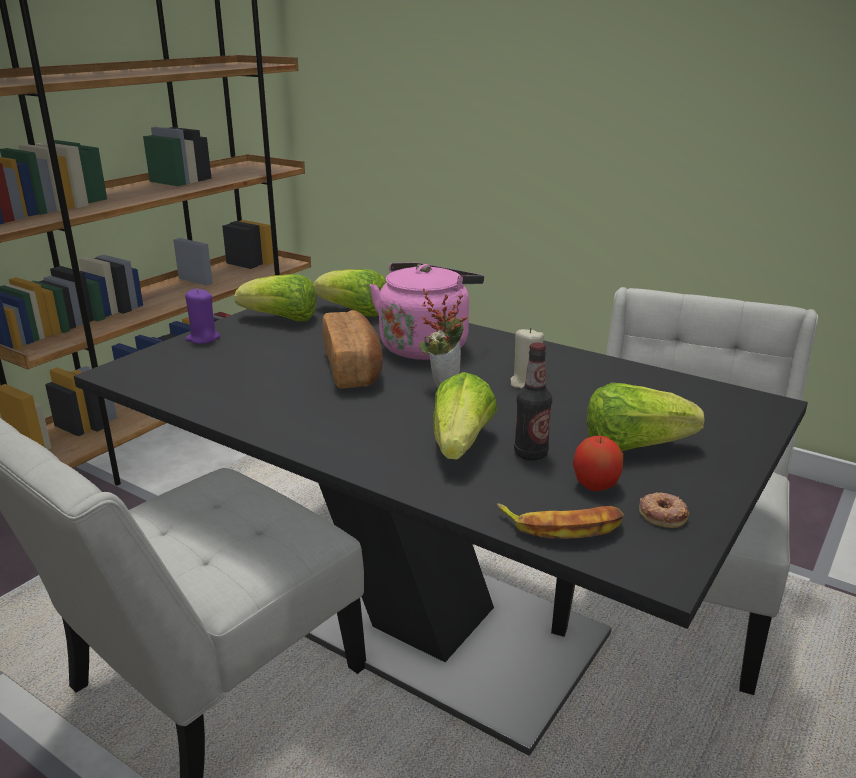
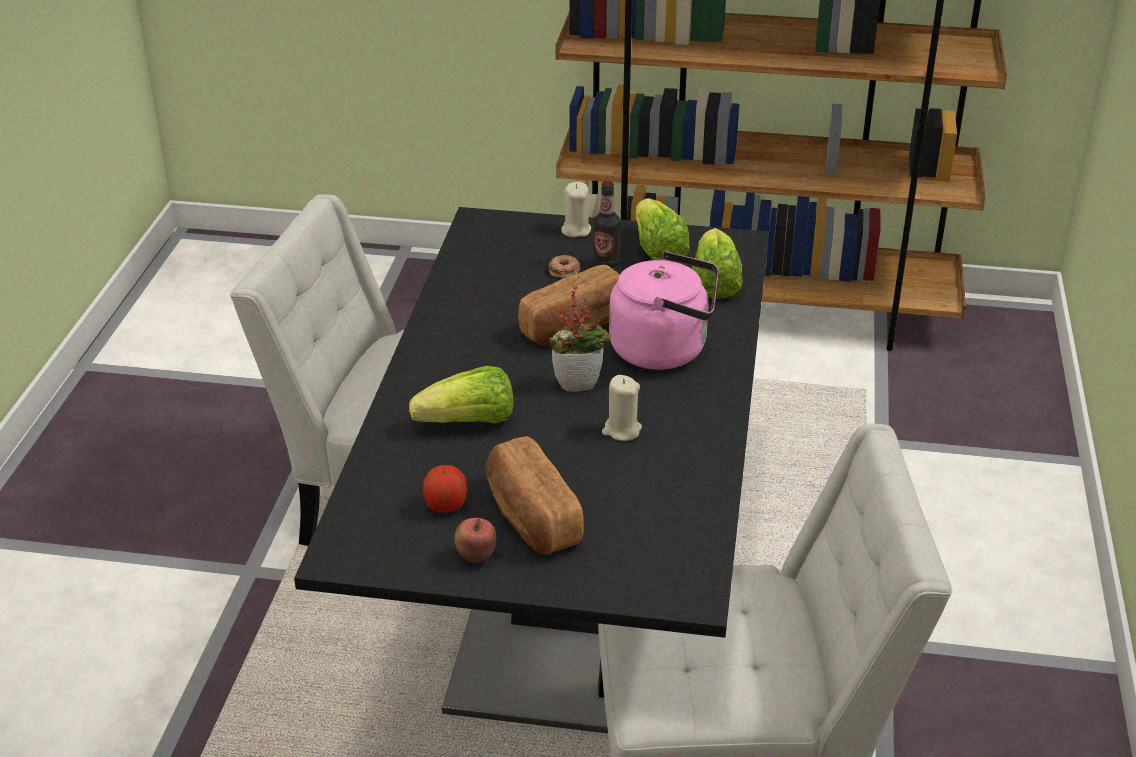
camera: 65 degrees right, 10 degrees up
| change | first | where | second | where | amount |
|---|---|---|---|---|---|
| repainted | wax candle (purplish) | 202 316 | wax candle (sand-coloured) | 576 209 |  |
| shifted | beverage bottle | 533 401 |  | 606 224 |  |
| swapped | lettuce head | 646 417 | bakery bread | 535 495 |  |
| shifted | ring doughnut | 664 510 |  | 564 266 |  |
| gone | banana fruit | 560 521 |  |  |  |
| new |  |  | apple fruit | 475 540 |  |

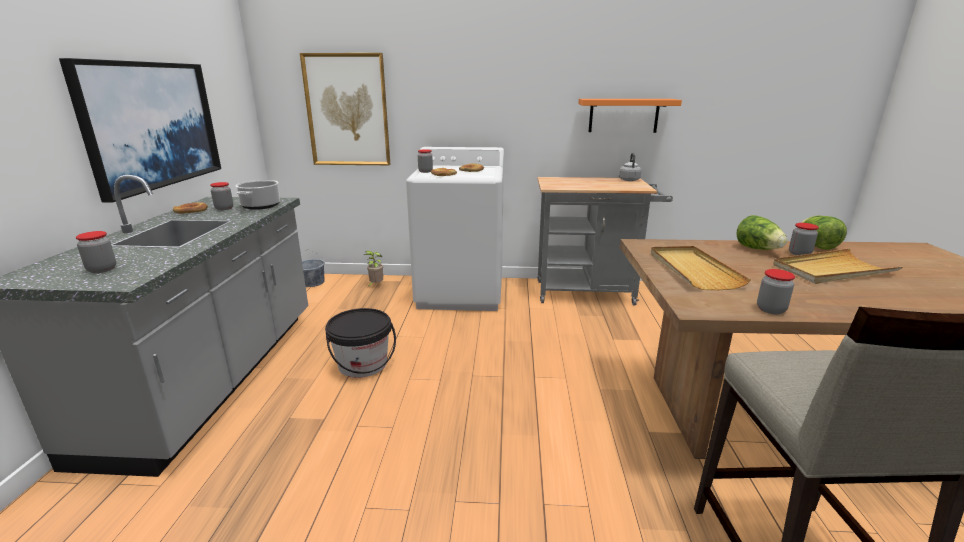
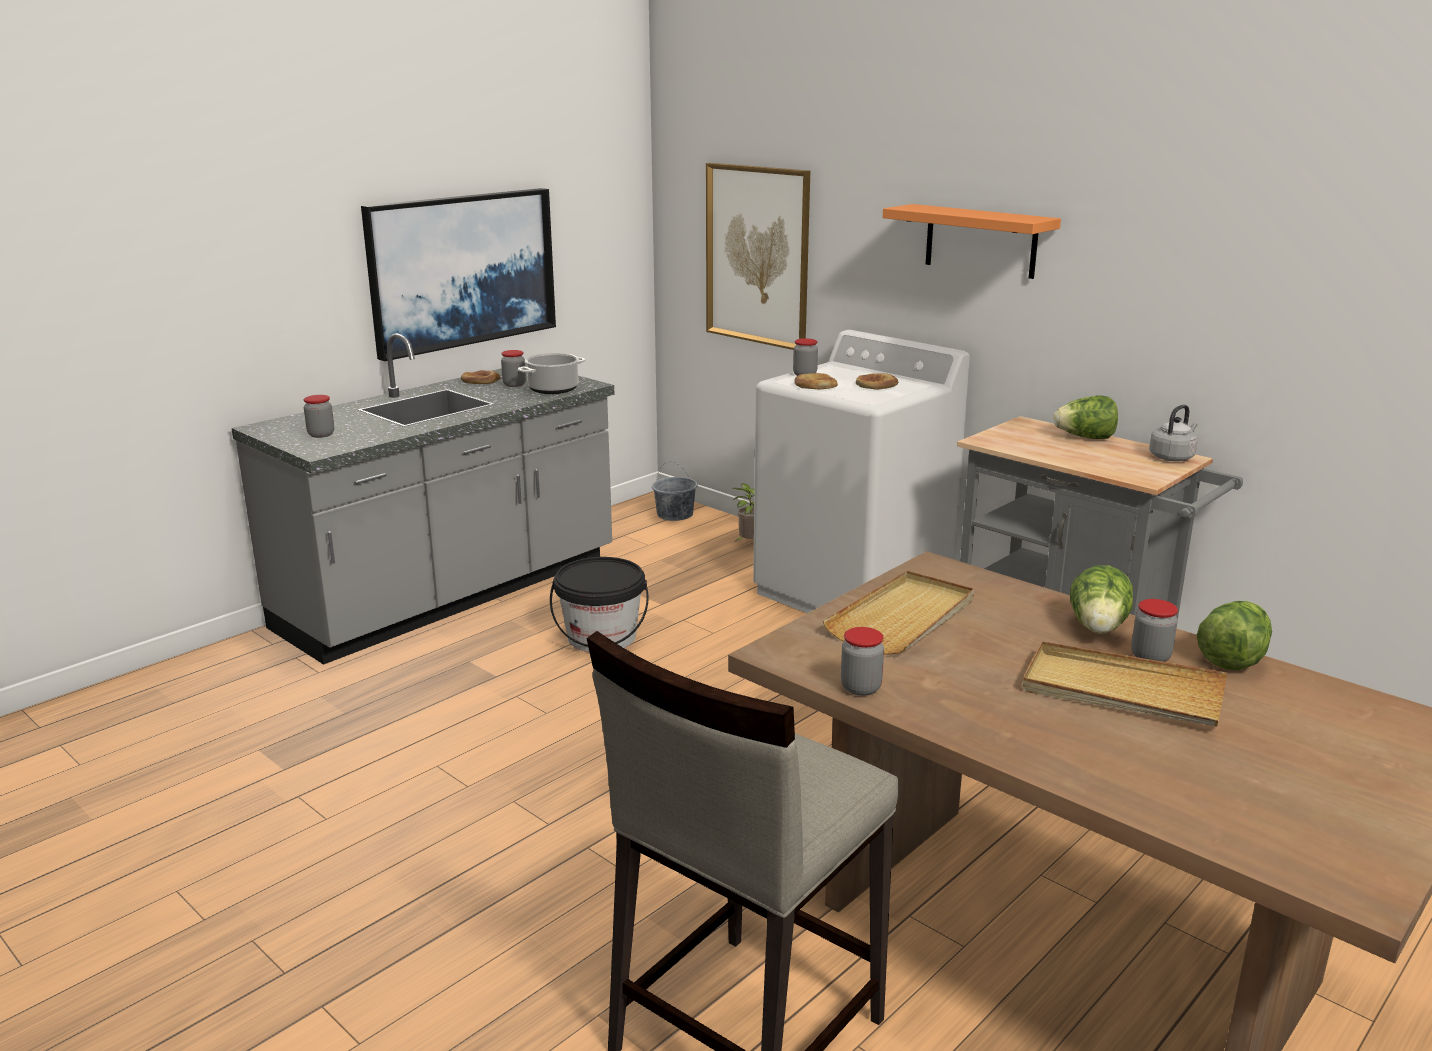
camera: 40 degrees right, 0 degrees up
| change | first | where | second | where | amount |
|---|---|---|---|---|---|
| shifted | shelf (orange-coloured) | 630 116 |  | 972 241 |  |
| new |  |  | lettuce head | 1085 417 |  |

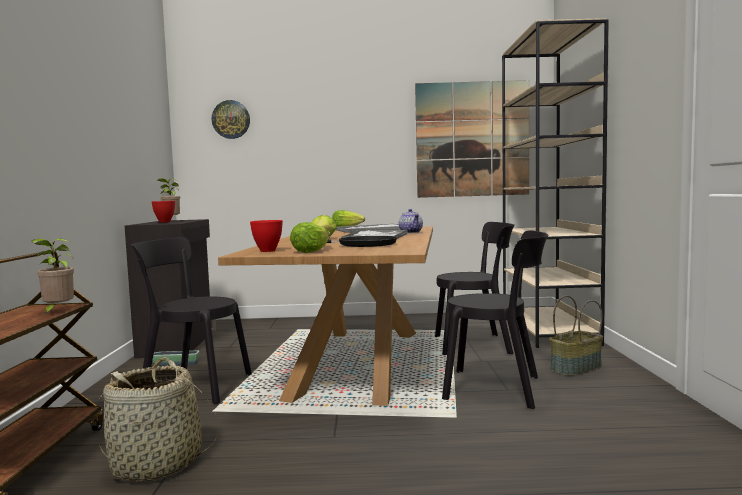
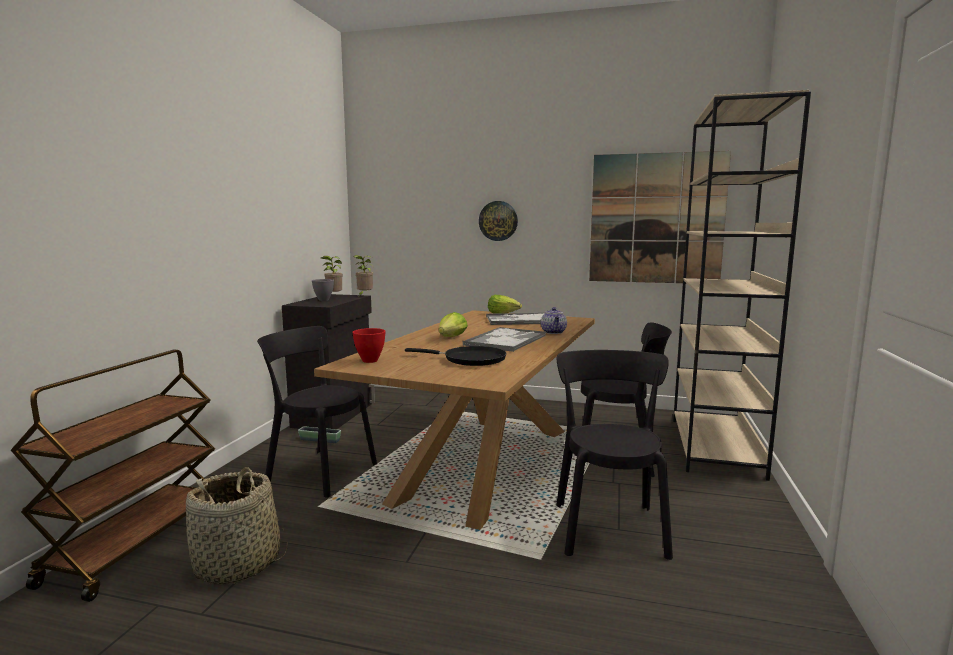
camera: 15 degrees right, 5 degrees up
| change | first | where | second | where | amount |
|---|---|---|---|---|---|
| shifted | hanging clock | 231 119 |  | 498 221 |  |
| repainted | serving bowl (reddish) | 163 212 | serving bowl (grey) | 323 290 |  |
| gone | lettuce head | 310 237 |  |  |  |
| rotated | chair (black-coloured) | 495 319 |  | 614 455 | 120 degrees counterclockwise |
| shifted | houseplant | 53 277 |  | 363 275 |  |
| gone | basket | 576 336 |  |  |  |

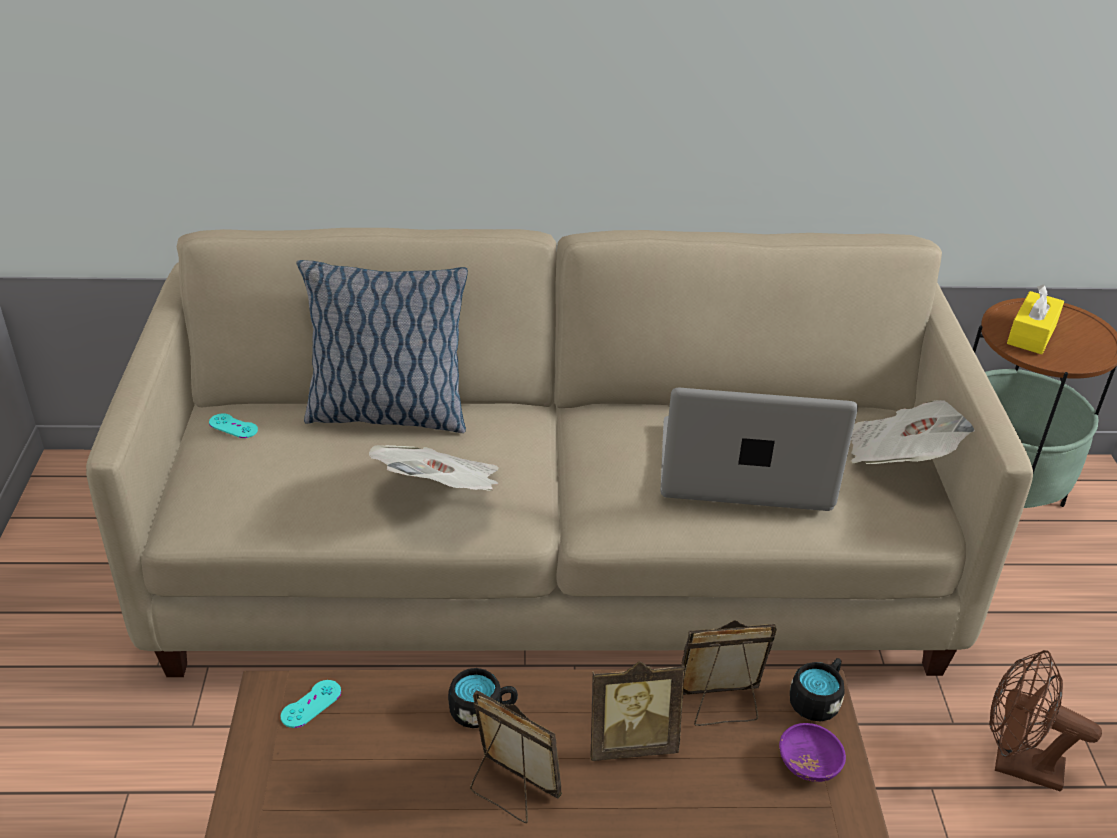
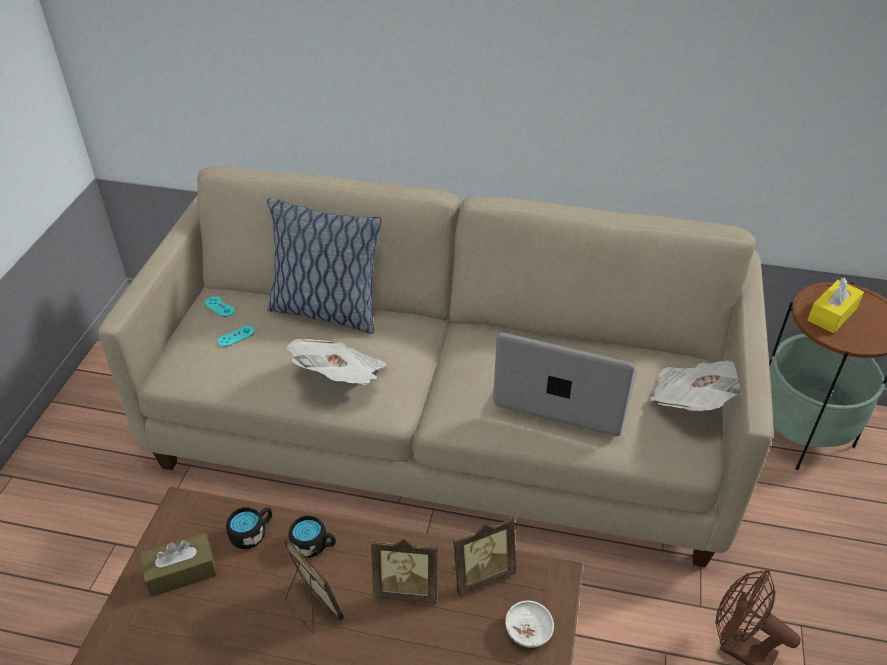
camera: 15 degrees right, 5 degrees up
| change | first | where | second | where | amount |
|---|---|---|---|---|---|
| rotated | standing frame | 729 673 |  | 484 556 | 150 degrees clockwise |
| shifted | mug (black-coloured) | 817 689 |  | 249 528 |  |
| shifted | joypad (blue-green) | 311 704 |  | 236 336 |  |
| repainted | serving bowl (purplish) | 812 752 | serving bowl (white) | 529 624 |  |
| new |  |  | tissue holder (brown) | 178 565 |  |

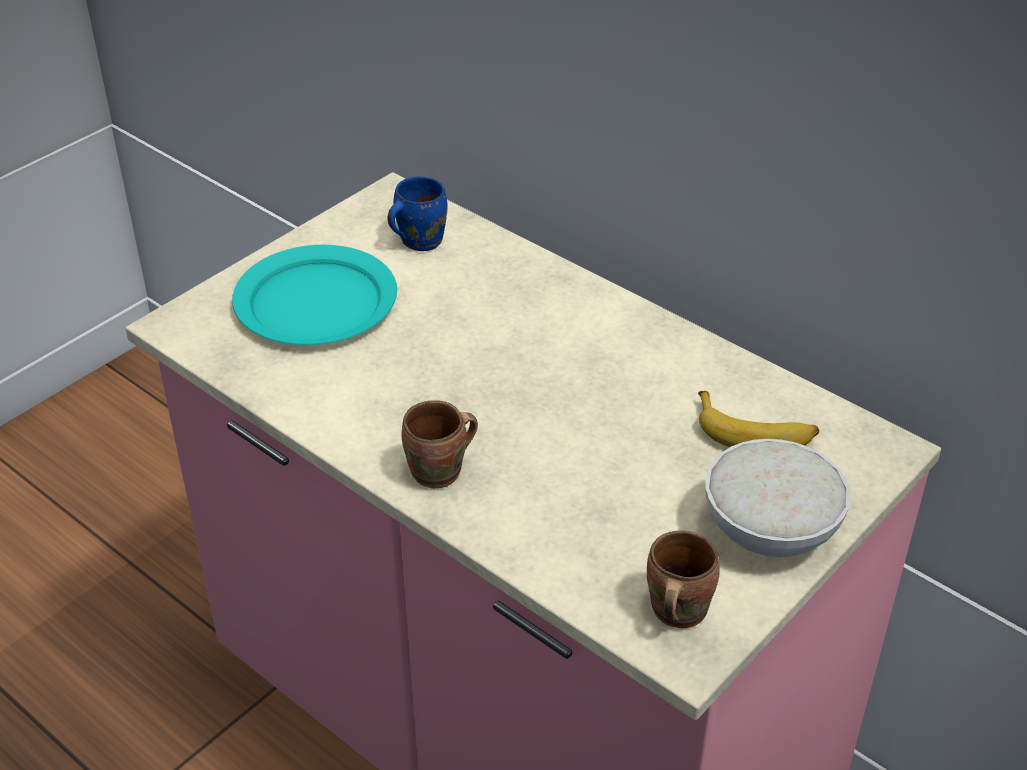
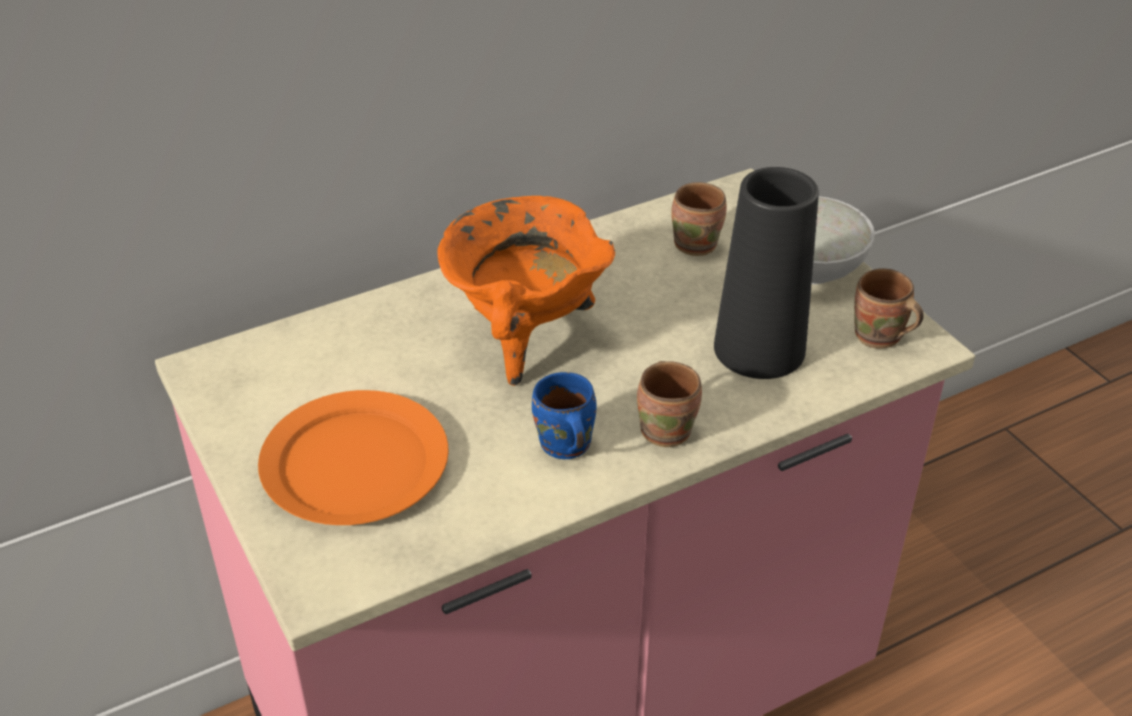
camera: 70 degrees left, 0 degrees up
| change | first | where | second | where | amount |
|---|---|---|---|---|---|
| shifted | mug (blue-coloured) | 417 213 |  | 564 415 |  |
| repainted | plate (blue-green) | 314 295 | plate (orange-coloured) | 353 457 |  |
| swapped | banana fruit | 758 419 | mug (brown) | 699 219 |  |
| new |  |  | flower vase (black-coloured) | 766 273 |  |
| new |  |  | cooking pot (orange-coloured) | 526 291 |  |

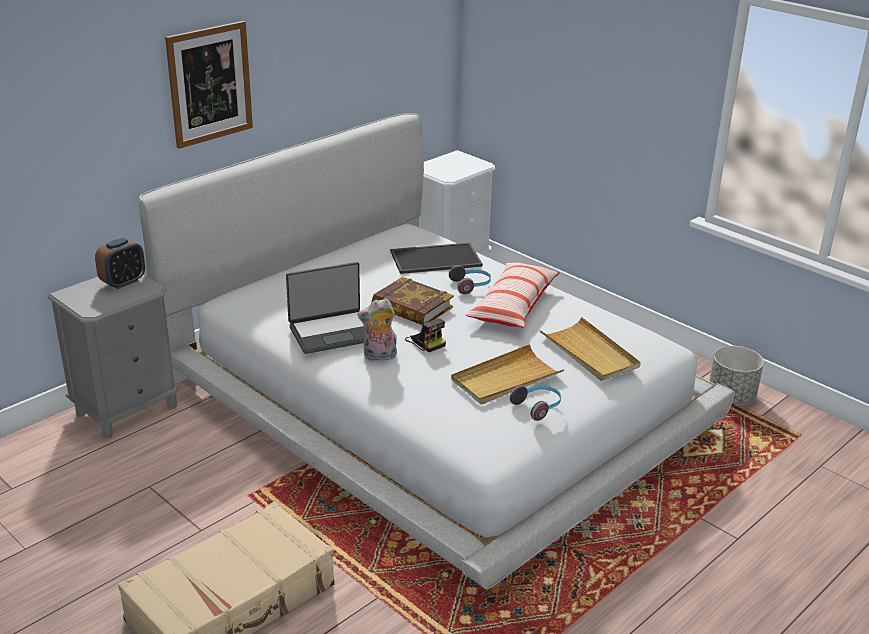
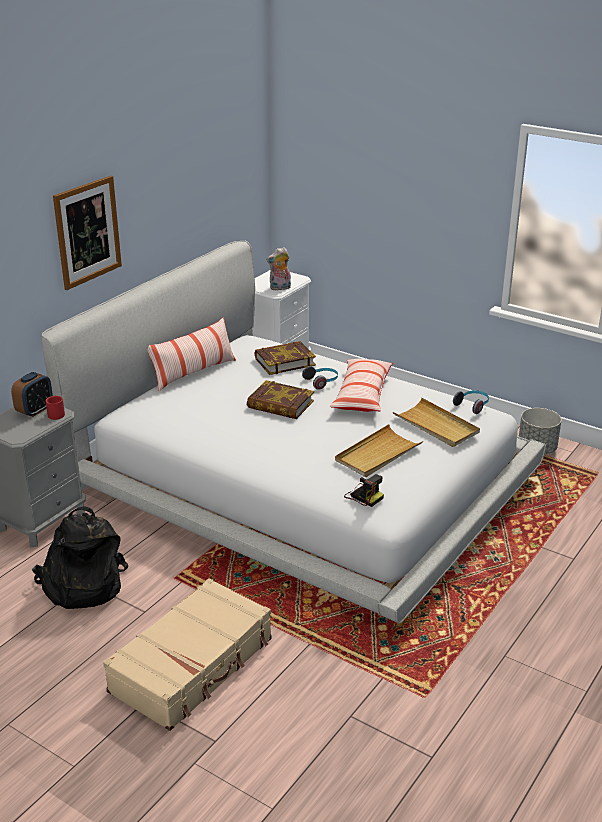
camera: 10 degrees left, 0 degrees up
| change | first | where | second | where | amount |
|---|---|---|---|---|---|
| swapped | carrying tray | 436 258 | bound book | 285 358 |  |
| gone | laptop | 325 308 |  |  |  |
| shifted | soft toy | 377 329 |  | 278 269 |  |
| shifted | photo camera | 425 335 |  | 364 490 |  |
| shifted | headset | 535 403 |  | 471 402 |  |
| new |  |  | pillow | 192 354 |  |
| new |  |  | mug (reddish) | 55 408 |  |
| new |  |  | rucksack (black-coloured) | 80 557 |  |

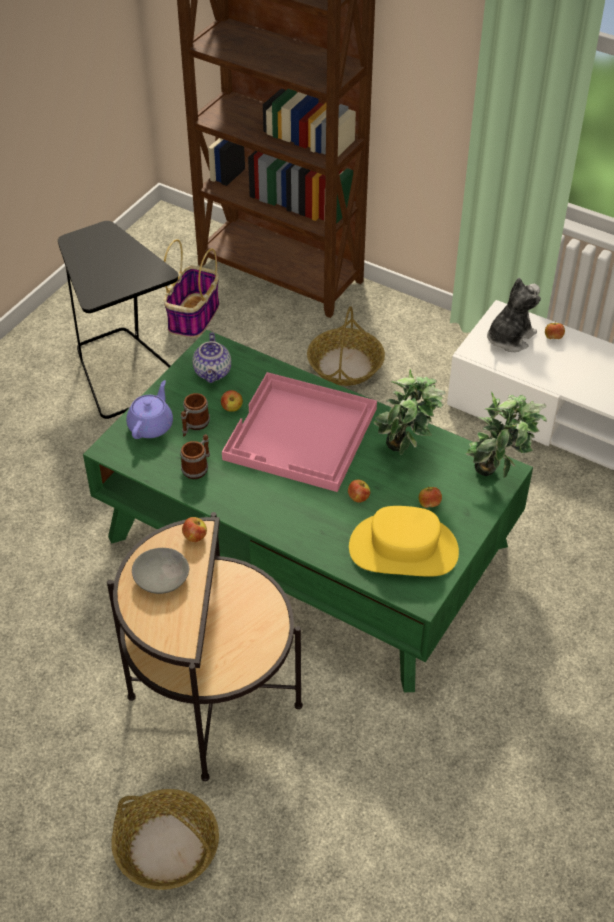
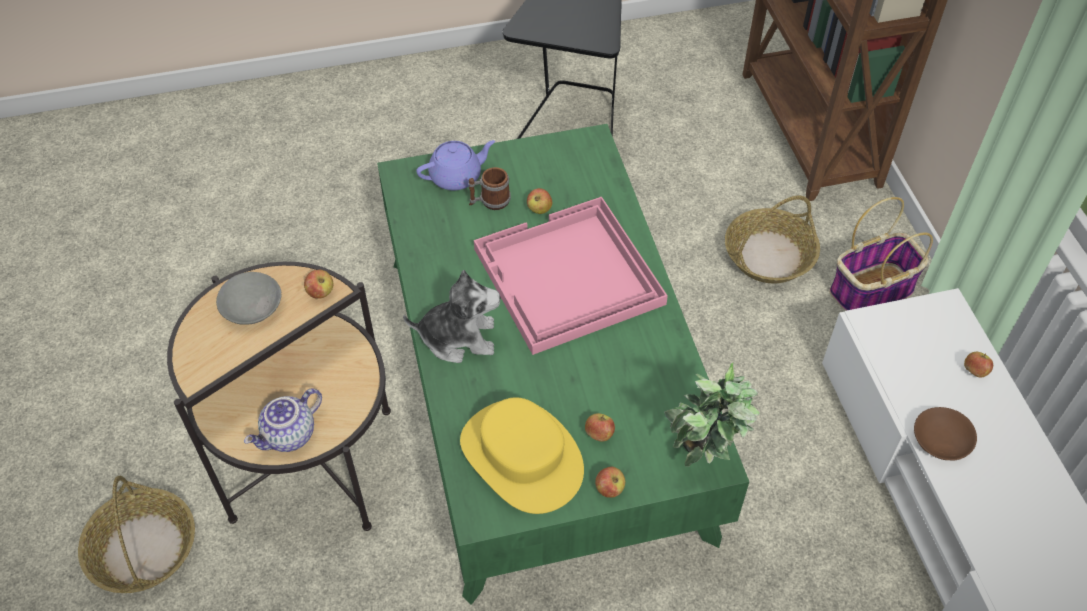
camera: 45 degrees right, 5 degrees up
| change | first | where | second | where | amount |
|---|---|---|---|---|---|
| shifted | basket | 191 288 |  | 881 254 |  |
| shifted | soft toy | 514 315 |  | 451 316 |  |
| shifted | tea pot | 212 357 |  | 283 420 |  |
| gone | houseplant | 410 412 |  |  |  |
| gone | mug | 195 456 |  |  |  |
| shifted | apple fruit | 359 491 |  | 610 482 |  |
| new |  |  | serving bowl (brown) | 945 434 |  |

